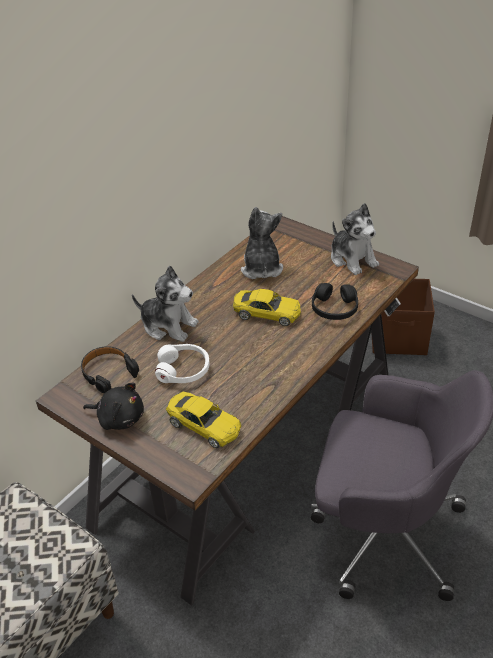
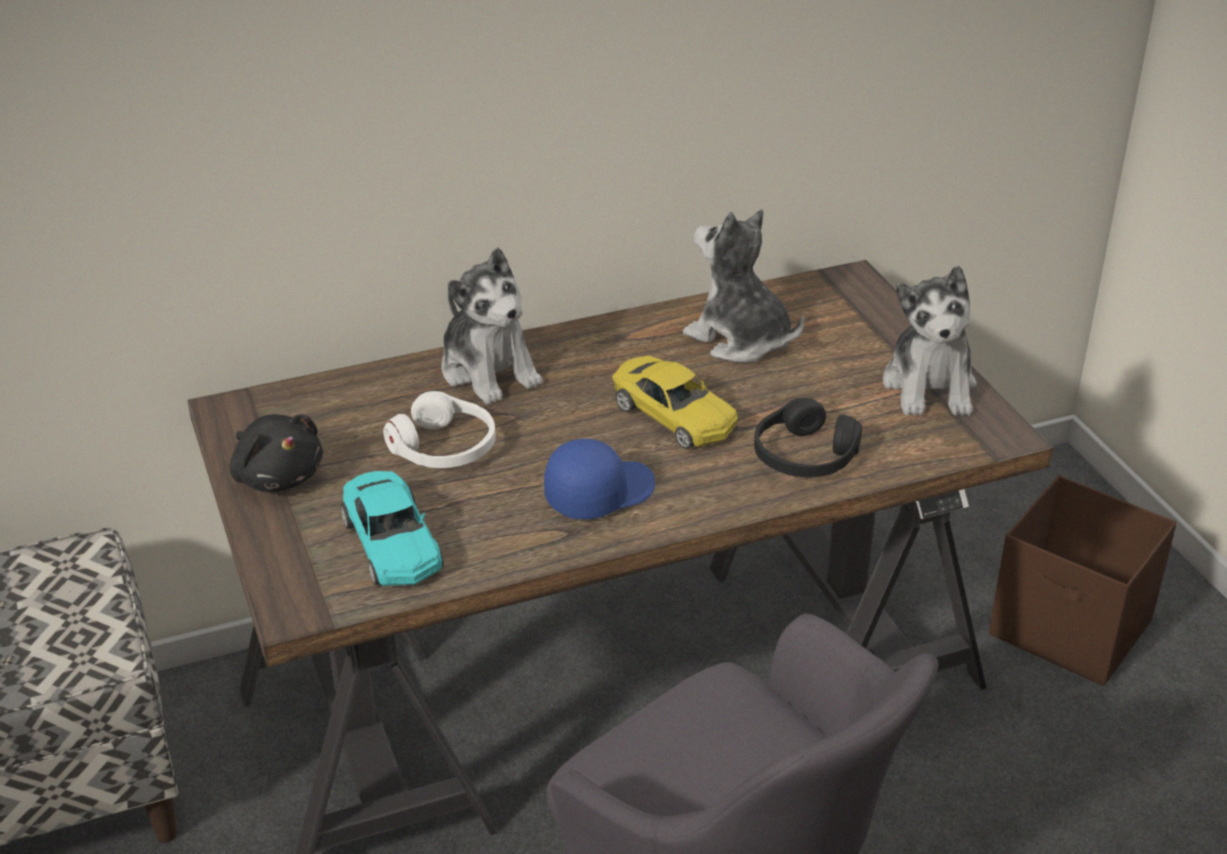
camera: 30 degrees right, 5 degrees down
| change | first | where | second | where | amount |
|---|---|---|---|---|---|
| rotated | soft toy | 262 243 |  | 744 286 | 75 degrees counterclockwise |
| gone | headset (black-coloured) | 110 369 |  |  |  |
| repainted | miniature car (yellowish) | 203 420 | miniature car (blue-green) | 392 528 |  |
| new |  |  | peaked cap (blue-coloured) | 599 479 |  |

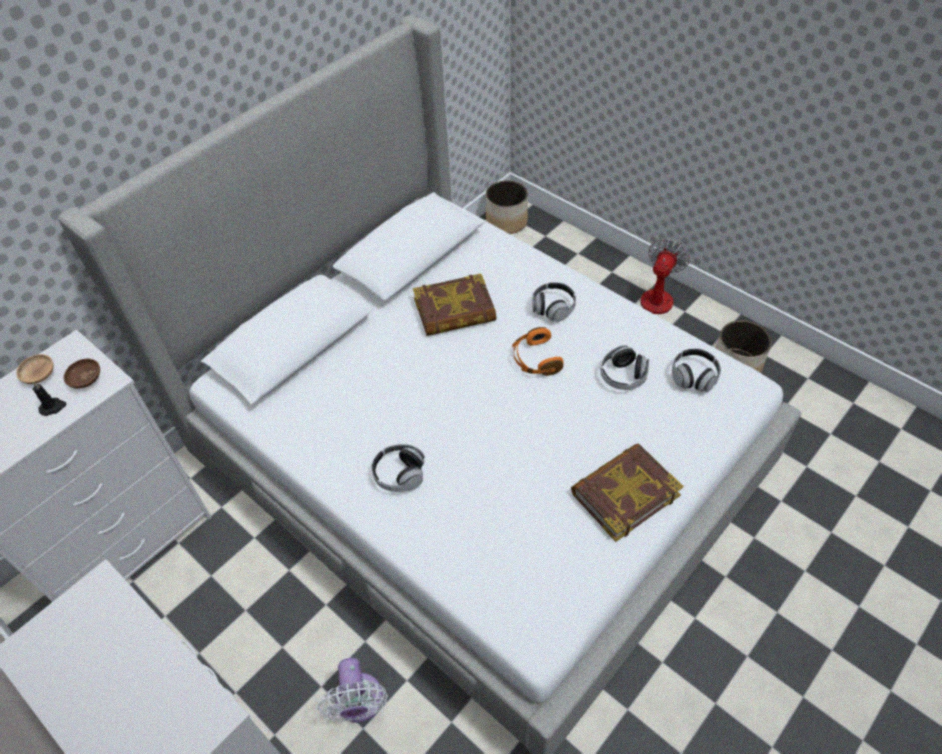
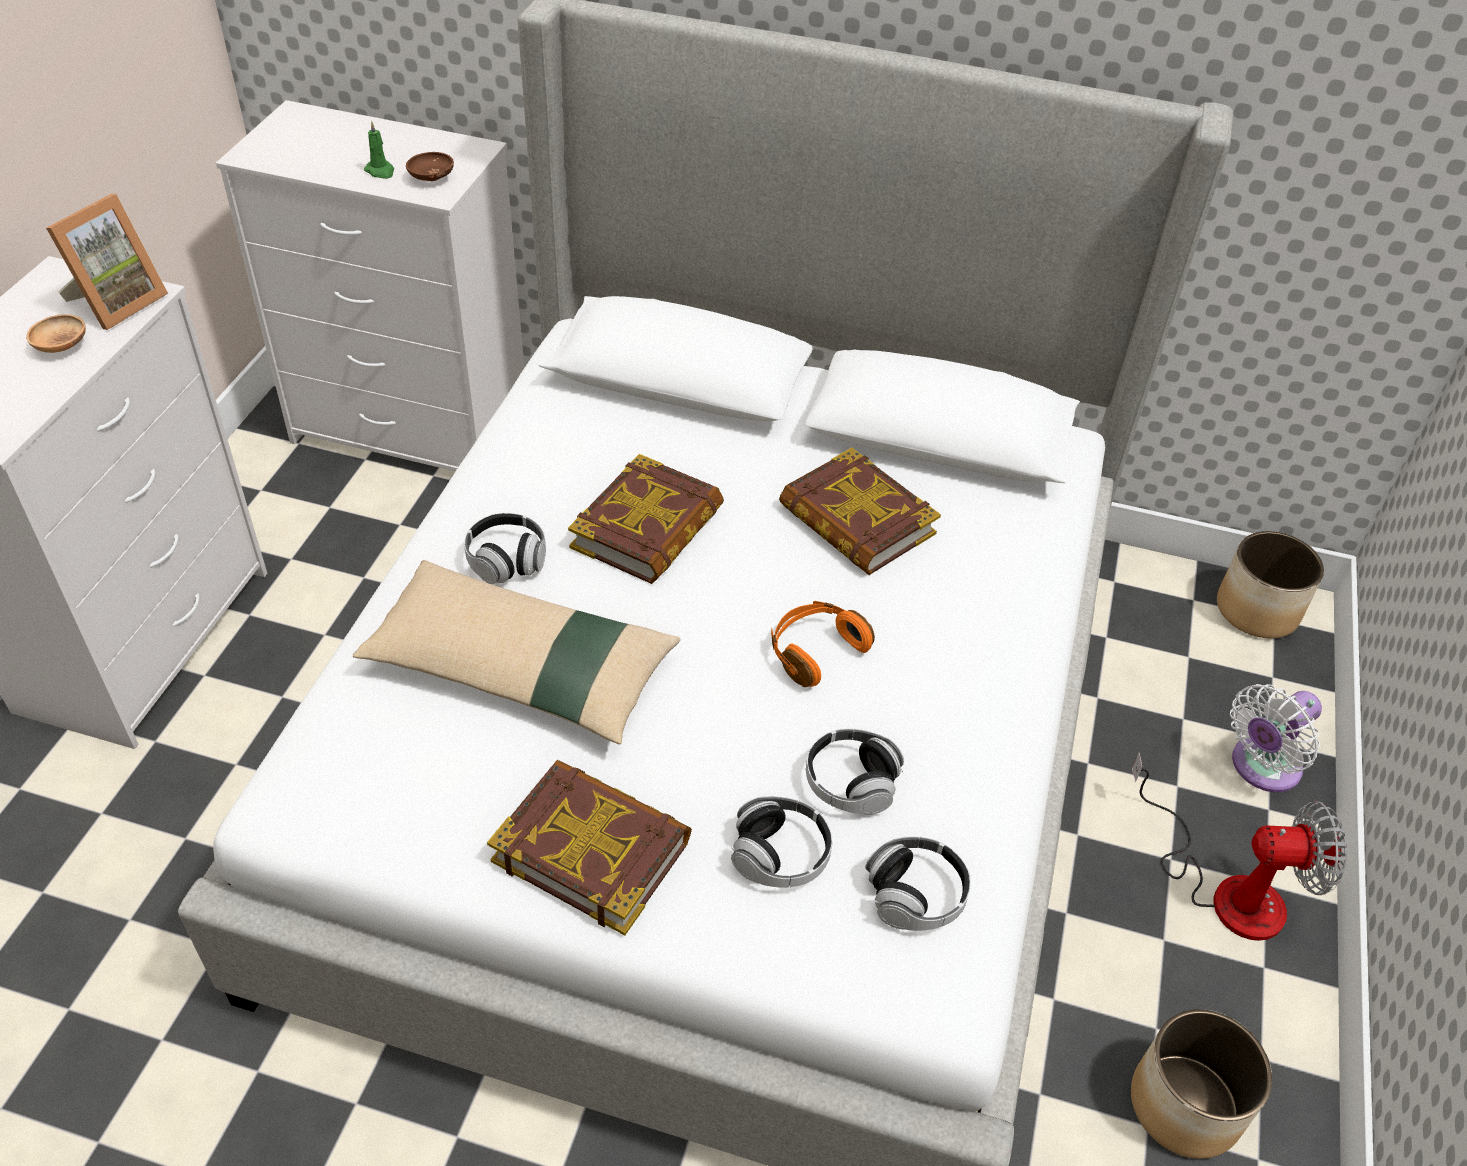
camera: 60 degrees right, 5 degrees down
| change | first | where | second | where | amount |
|---|---|---|---|---|---|
| shifted | headset | 554 302 |  | 782 841 |  |
| shifted | serving bowl (brown) | 35 369 |  | 56 333 |  |
| repainted | wax candle (black-coloured) | 49 399 | wax candle (green) | 379 150 |  |
| shifted | cooling fan (white) | 353 690 |  | 1276 738 |  |
| new |  |  | standing frame | 107 262 |  |
| new |  |  | bound book | 646 519 |  |
| new |  |  | pillow (sand-coloured) | 516 652 |  |

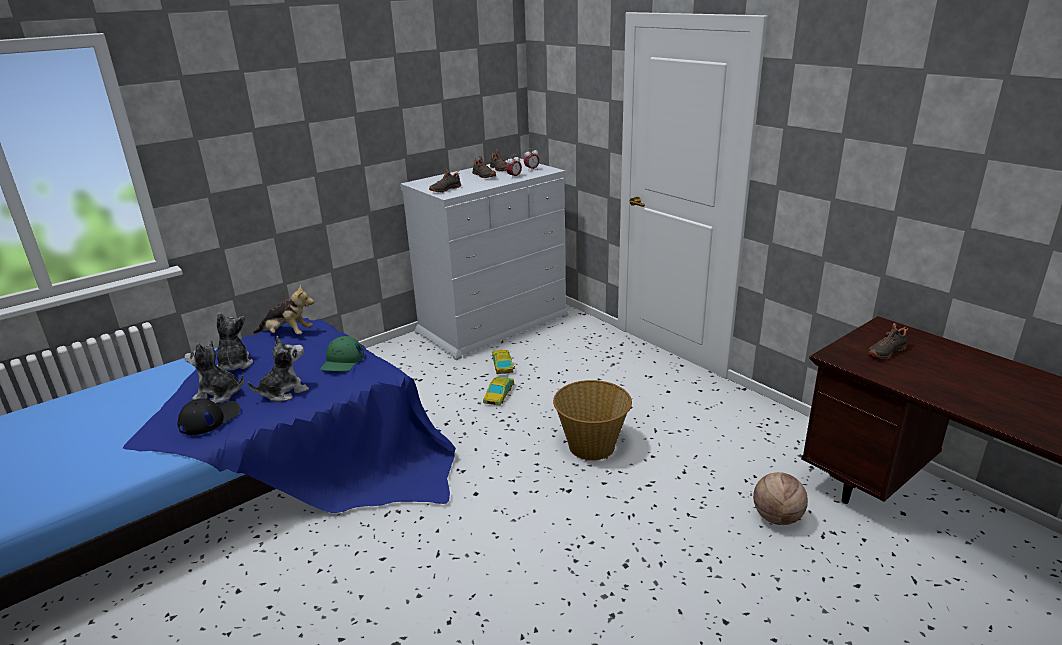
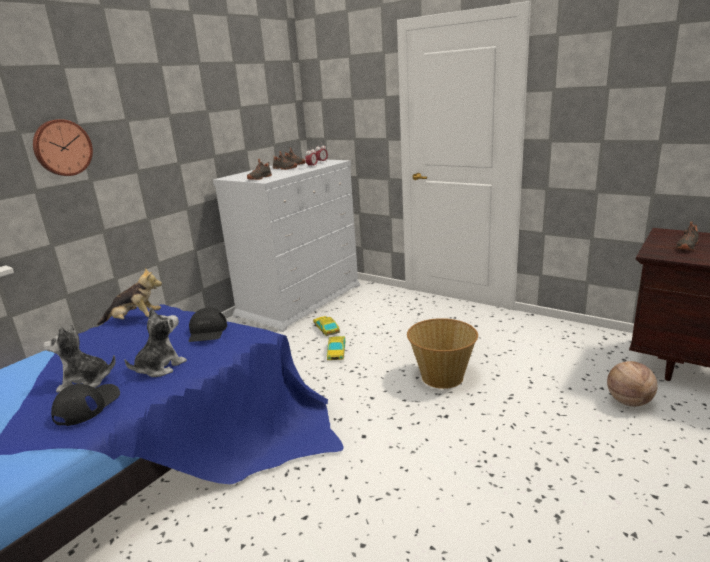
camera: 15 degrees left, 5 degrees down
| change | first | where | second | where | amount |
|---|---|---|---|---|---|
| gone | soft toy | 234 342 |  |  |  |
| repainted | peaked cap (green) | 342 353 | peaked cap (black-coloured) | 207 325 |  |
| new |  |  | hanging clock | 63 147 |  |

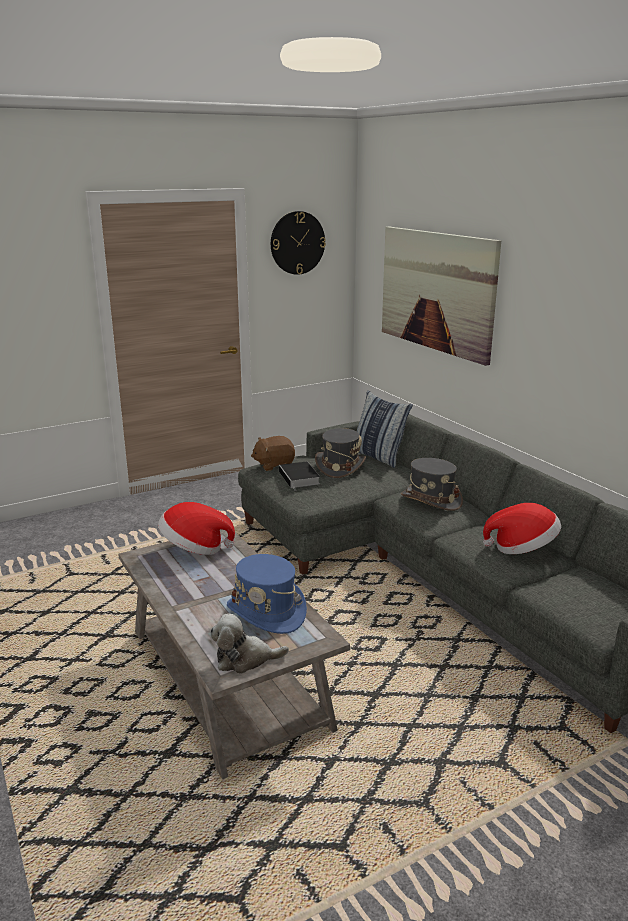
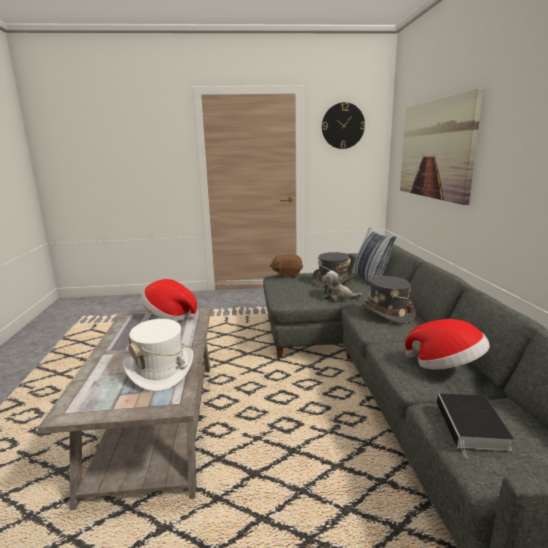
camera: 25 degrees right, 5 degrees down
| change | first | where | second | where | amount |
|---|---|---|---|---|---|
| shifted | bound book | 299 476 |  | 475 425 |  |
| repainted | clothing hat (blue-coloured) | 267 594 | clothing hat (white) | 158 355 |  |
| shifted | soft toy | 249 643 |  | 342 286 |  |

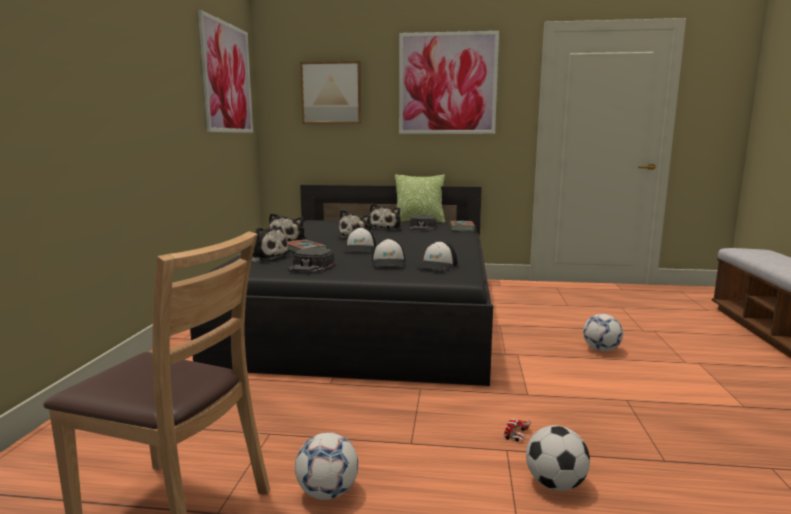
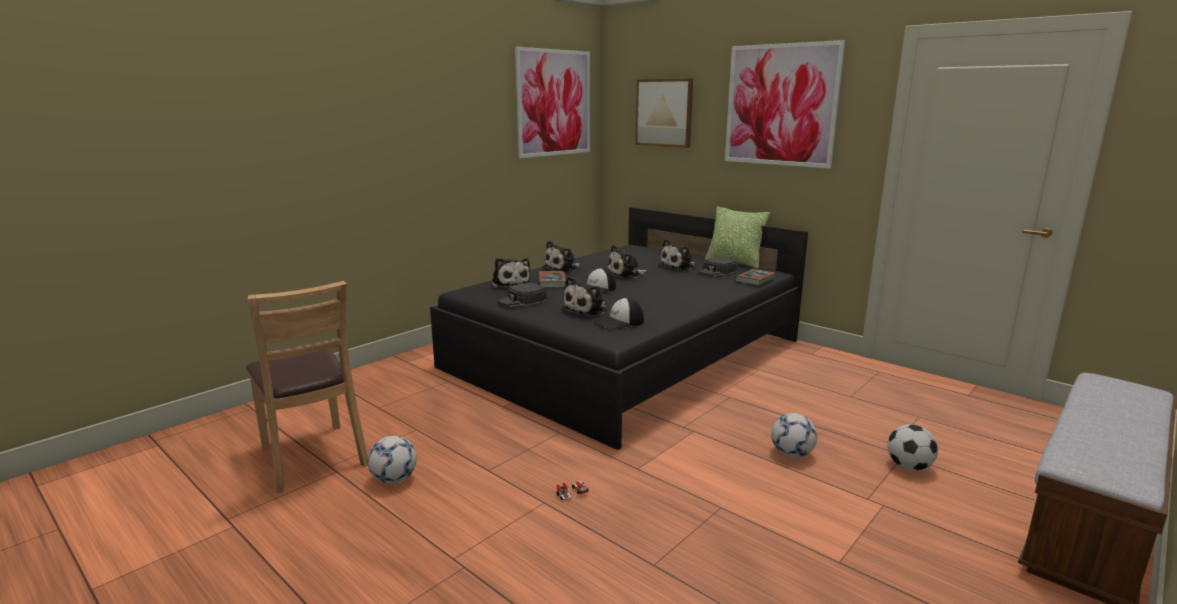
camera: 35 degrees right, 5 degrees up
| change | first | where | second | where | amount |
|---|---|---|---|---|---|
| swapped | peaked cap | 388 253 | soft toy | 584 296 |  |
| shifted | football ball | 558 458 |  | 912 447 |  |

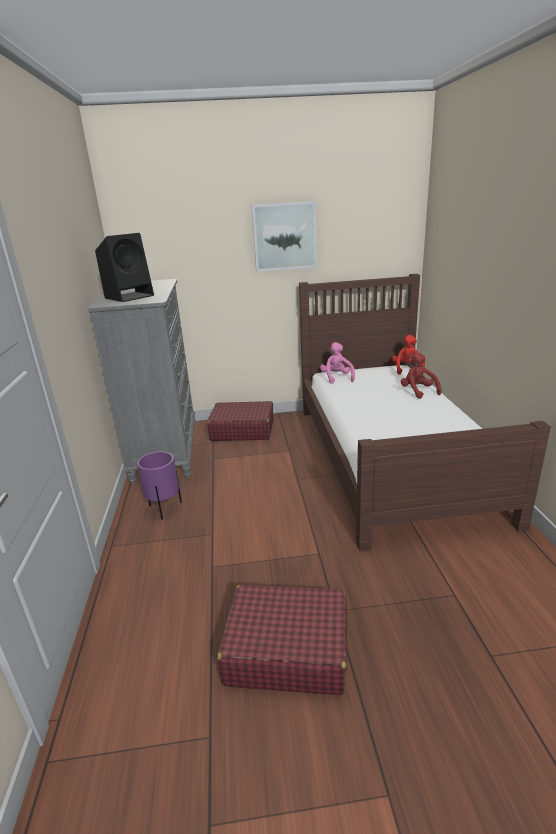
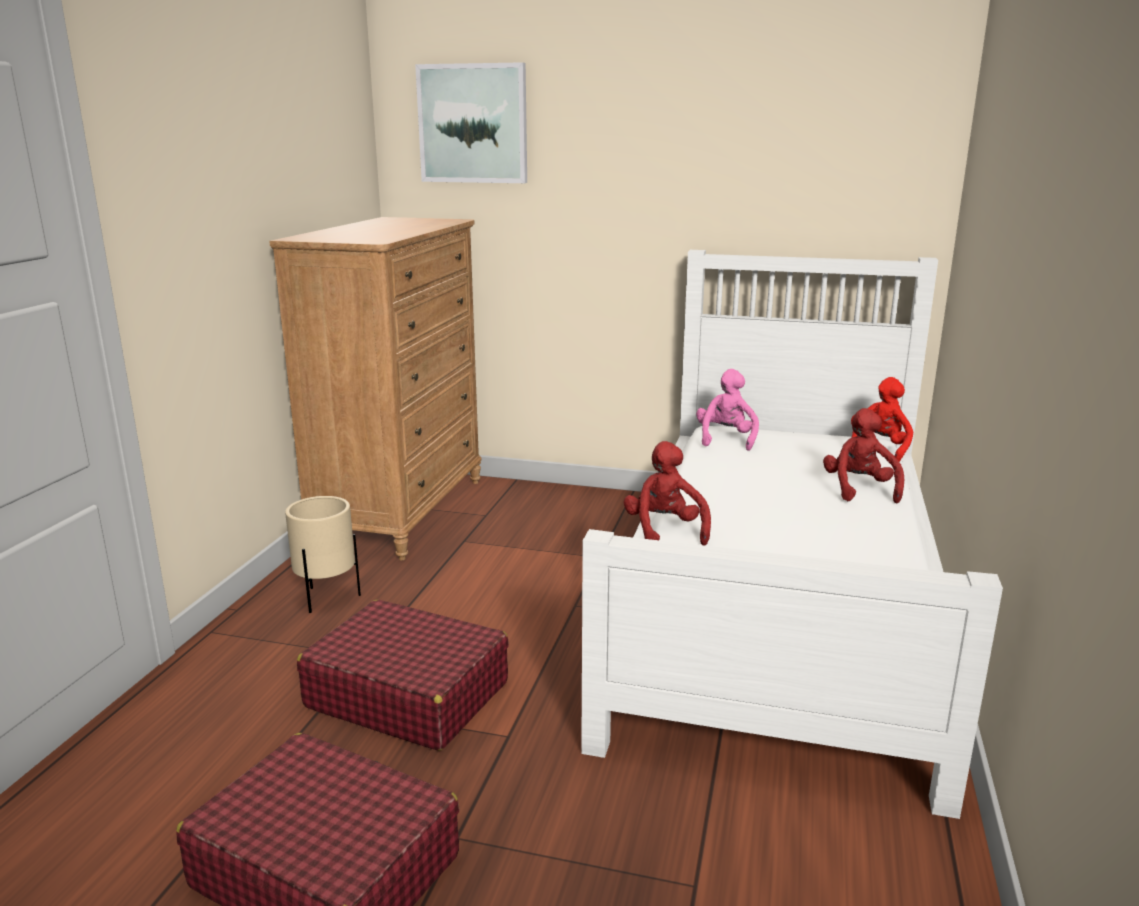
camera: 20 degrees right, 5 degrees down
| change | first | where | second | where | amount |
|---|---|---|---|---|---|
| shifted | picture | 284 236 |  | 471 122 |  |
| gone | audio speaker (black-coloured) | 124 267 |  |  |  |
| repainted | bedroom bed (brown) | 425 412 | bedroom bed (white) | 792 534 |  |
| repainted | chest of drawers (grey) | 142 381 | chest of drawers (brown) | 375 388 |  |
| shifted | piece of luggage (reddish) | 240 421 |  | 403 675 |  |
| repainted | plant pot (purplish) | 159 486 | plant pot (sand-coloured) | 323 554 |  |
| new |  |  | soft toy (reddish) | 667 493 |  |

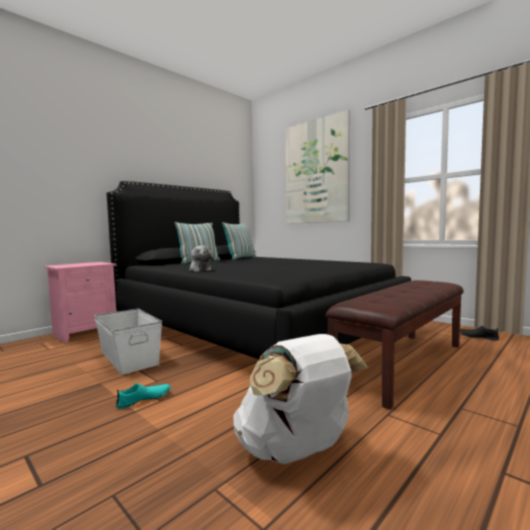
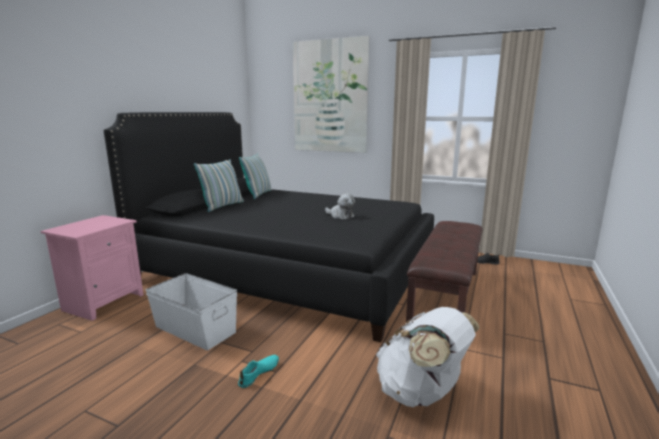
camera: 20 degrees left, 10 degrees up
| change | first | where | second | where | amount |
|---|---|---|---|---|---|
| shifted | soft toy | 201 258 |  | 340 206 |  |

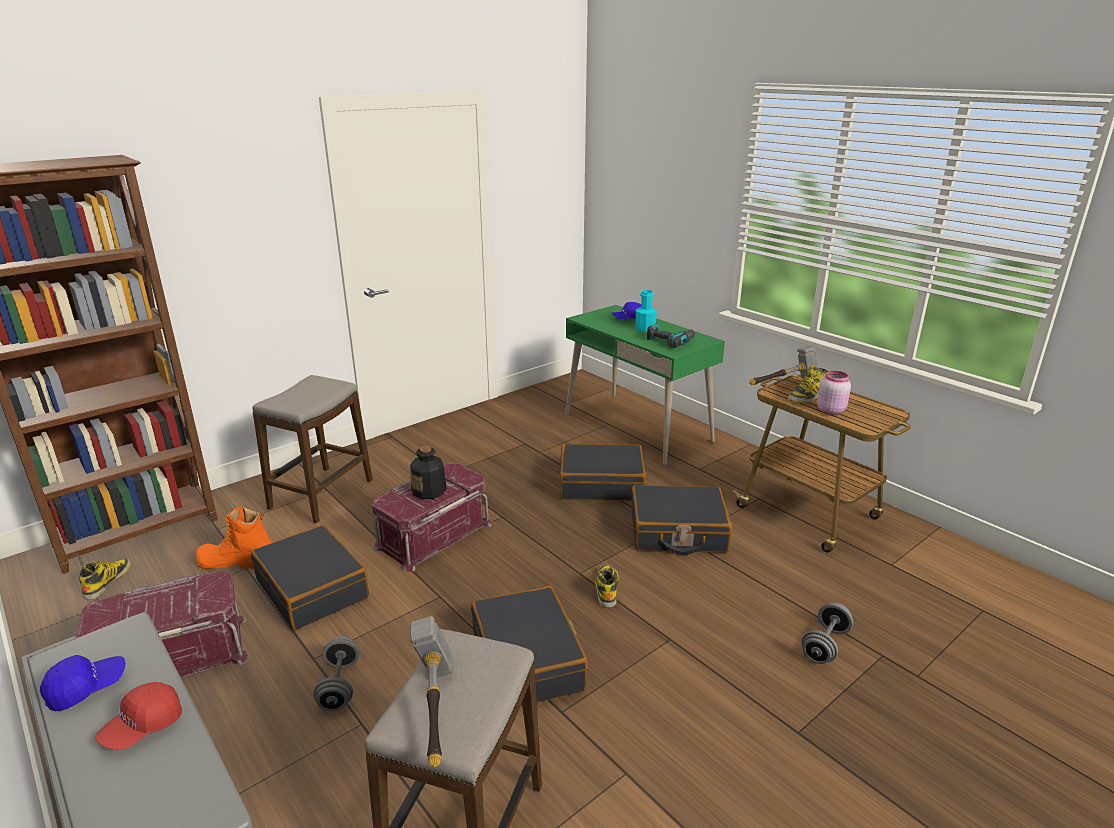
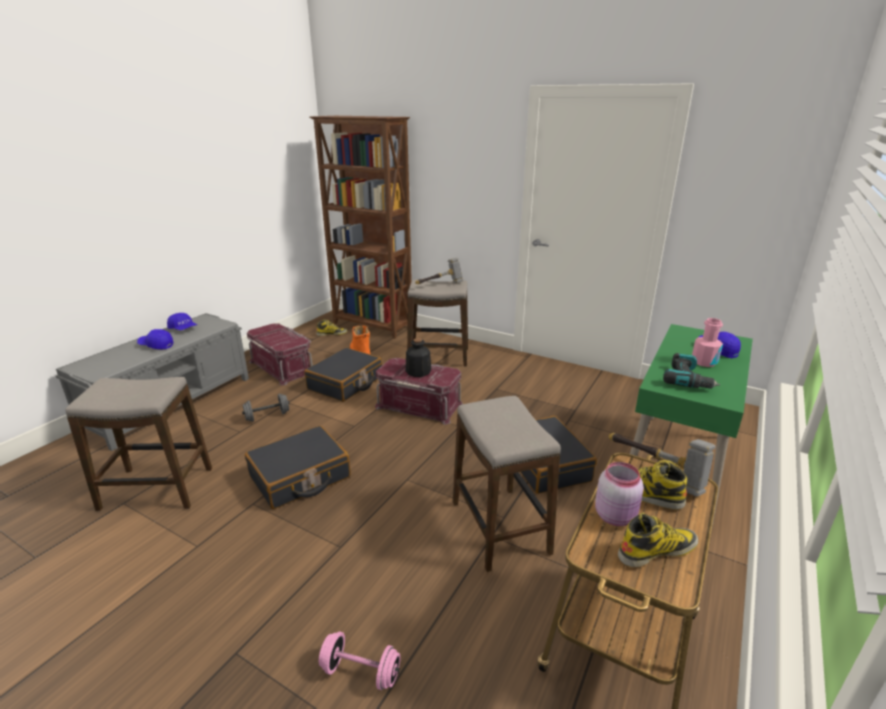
camera: 70 degrees right, 0 degrees up
| change | first | where | second | where | amount |
|---|---|---|---|---|---|
| repainted | beverage bottle (blue-green) | 646 311 | beverage bottle (pink) | 707 342 |  |
| swapped | piece of luggage (black-coloured) | 682 520 | stool | 507 484 |  |
| shifted | boot | 607 586 |  | 658 540 |  |
| repainted | hand weight (grey) | 827 633 | hand weight (pink) | 359 660 |  |
| shifted | hammer | 432 691 |  | 439 271 |  |
| repainted | peaked cap (reddish) | 138 716 | peaked cap (blue-coloured) | 155 339 |  |

